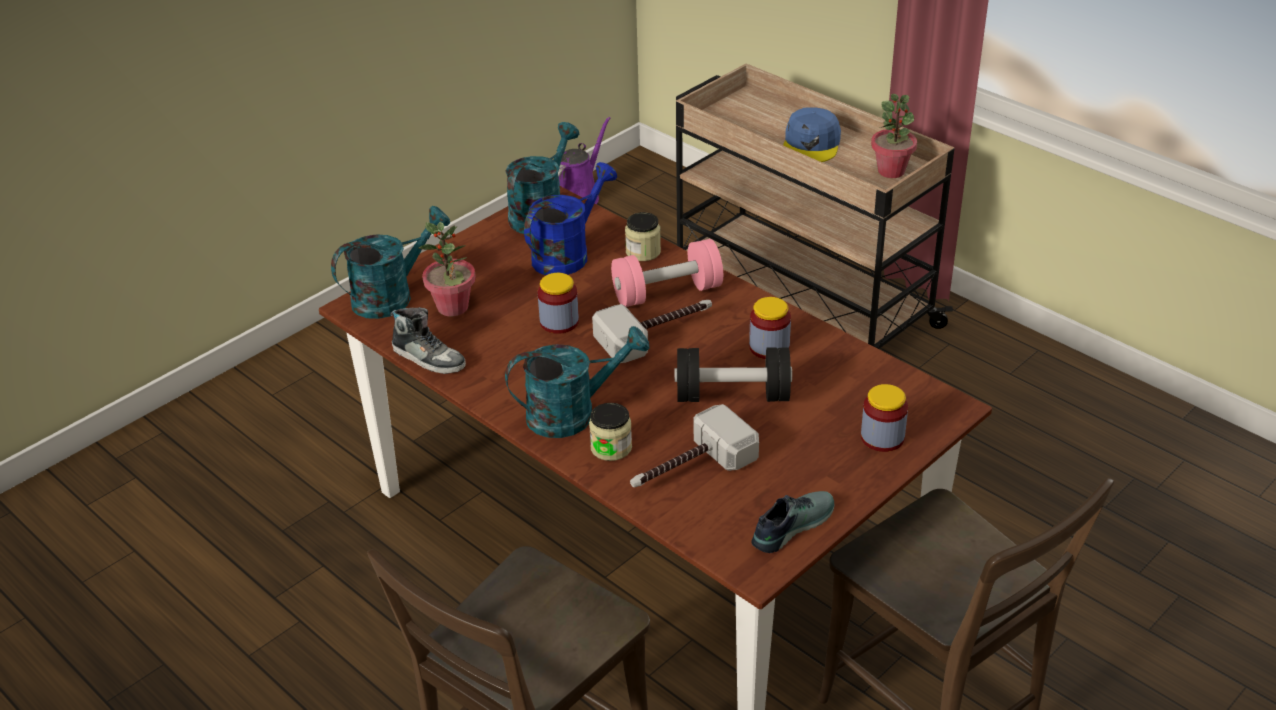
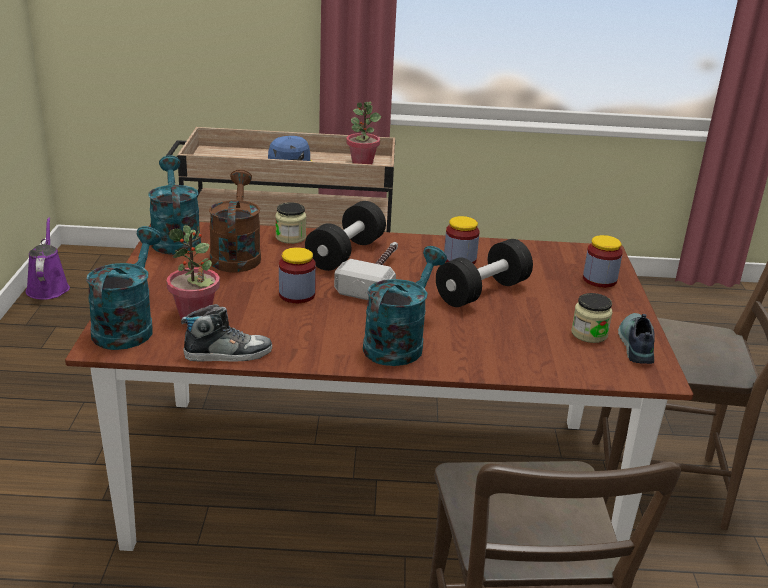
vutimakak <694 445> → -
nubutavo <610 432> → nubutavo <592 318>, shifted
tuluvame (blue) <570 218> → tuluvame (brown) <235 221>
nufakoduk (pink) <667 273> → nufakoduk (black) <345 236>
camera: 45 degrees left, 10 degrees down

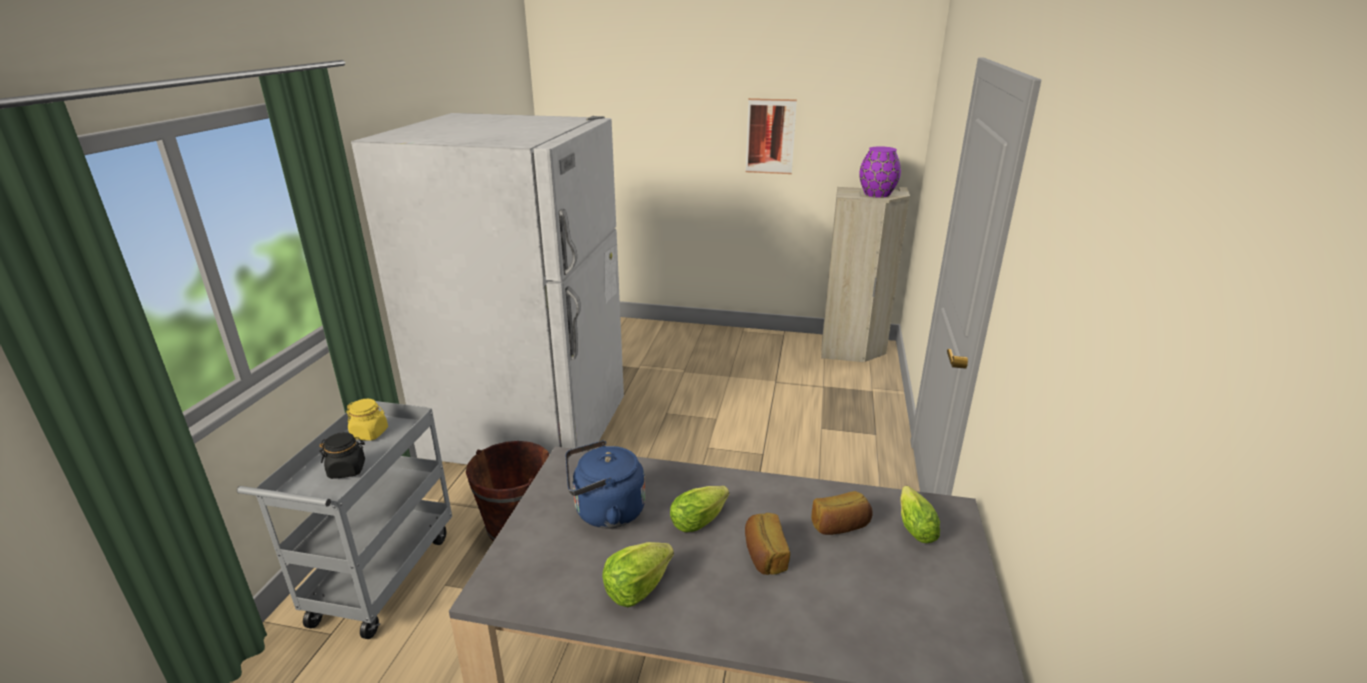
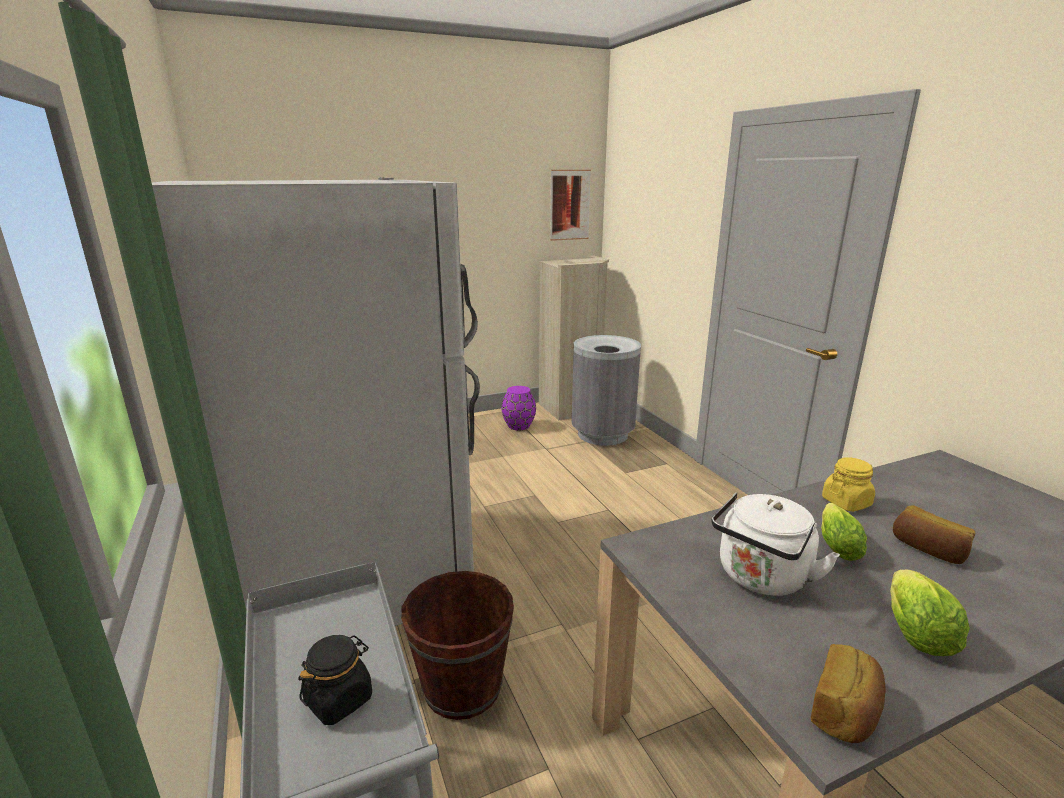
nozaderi <920 514> → -
- → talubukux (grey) <606 390>
nubutavo (yellow) <367 420> → nubutavo (yellow) <848 484>, shifted
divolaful <771 136> → divolaful <570 205>, shifted
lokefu <842 513> → lokefu <848 693>, shifted
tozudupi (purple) <880 172> → tozudupi (purple) <518 408>, shifted
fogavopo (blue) <605 484> → fogavopo (white) <775 544>
camera: 35 degrees left, 5 degrees down

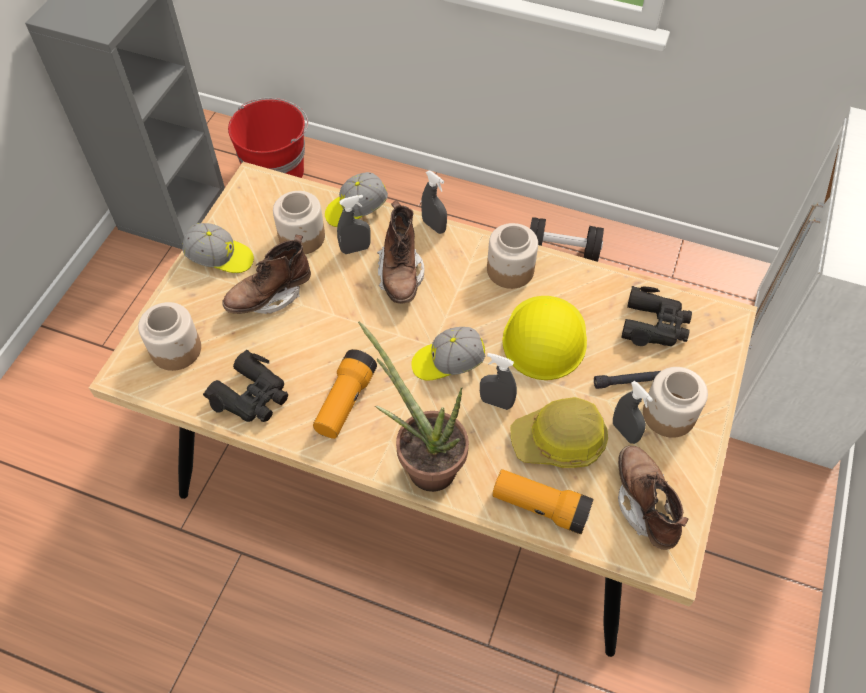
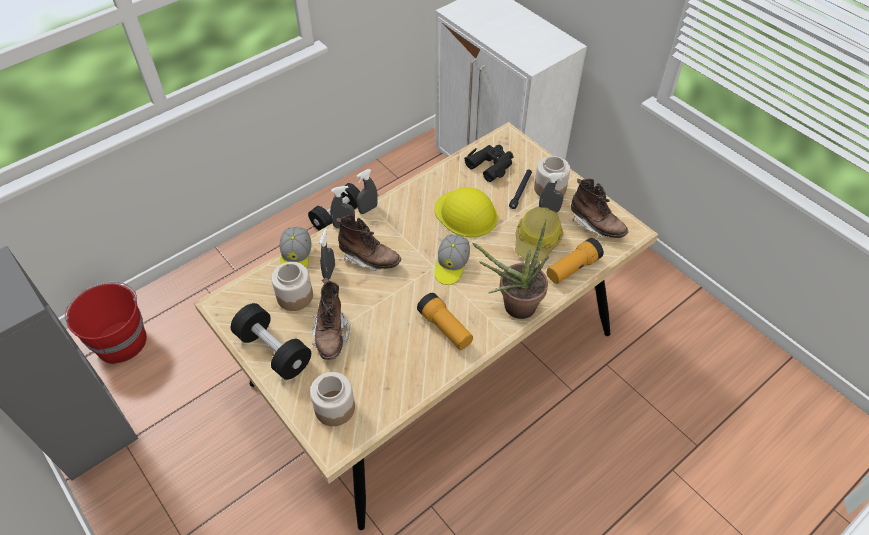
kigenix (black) <245 386> → -
nubutavo <512 256> → -
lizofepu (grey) <498 381> → lizofepu (grey) <367 191>, shifted
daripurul <218 248> → nufakoduk (black) <271 341>
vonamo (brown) <653 498> → vonamo (brown) <599 208>, 150 degrees counterclockwise
camera: 60 degrees left, 5 degrees down

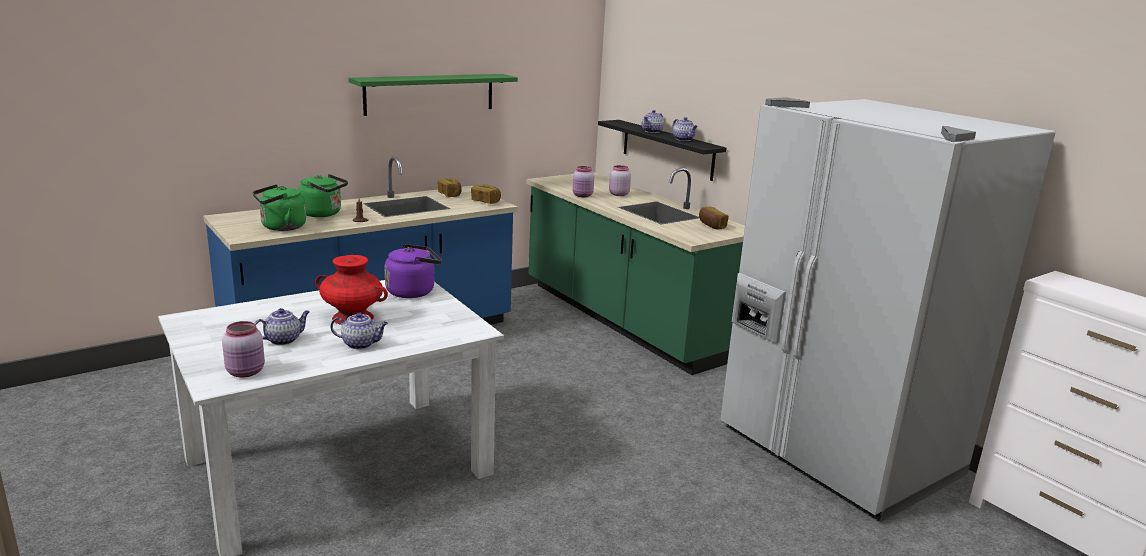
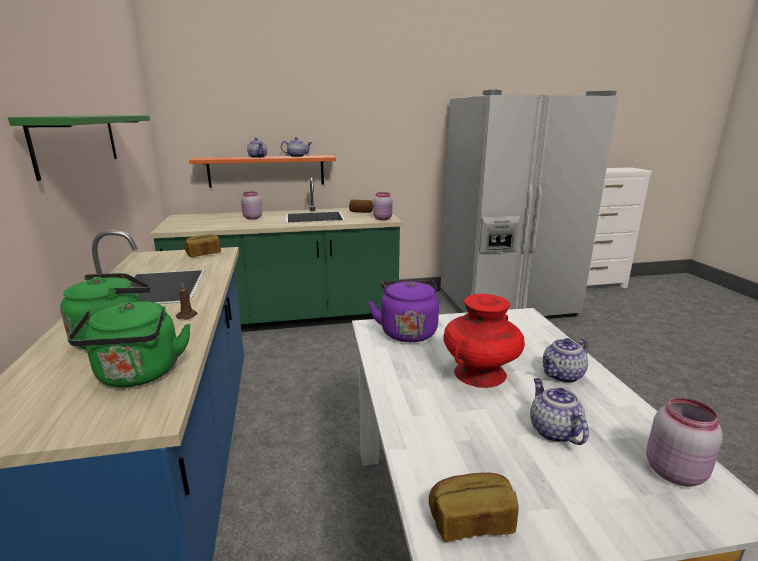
lokefu <449 187> → lokefu <473 507>, shifted
nubutavo (pink) <583 181> → nubutavo (pink) <382 206>, shifted
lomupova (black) <662 150> → lomupova (orange) <262 171>
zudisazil <359 330> → zudisazil <565 360>, 150 degrees counterclockwise
camera: 65 degrees left, 0 degrees up

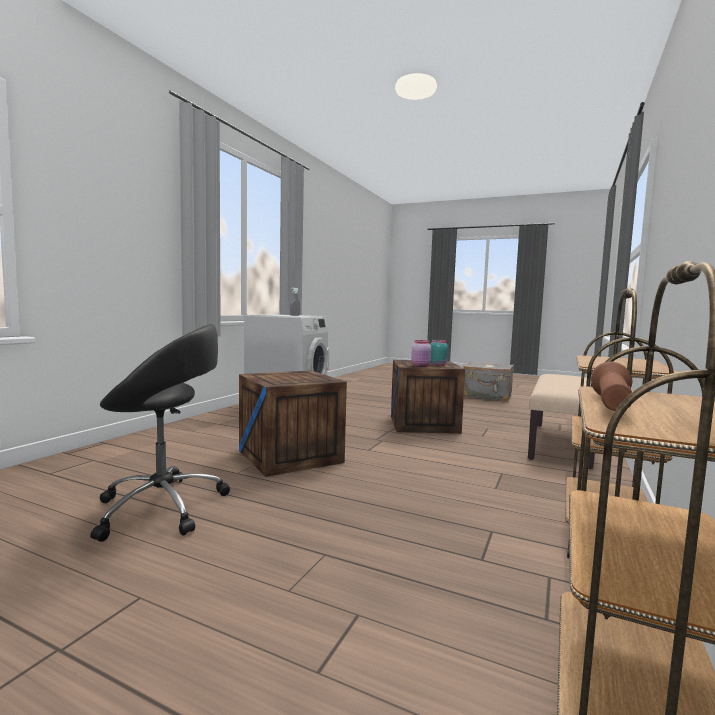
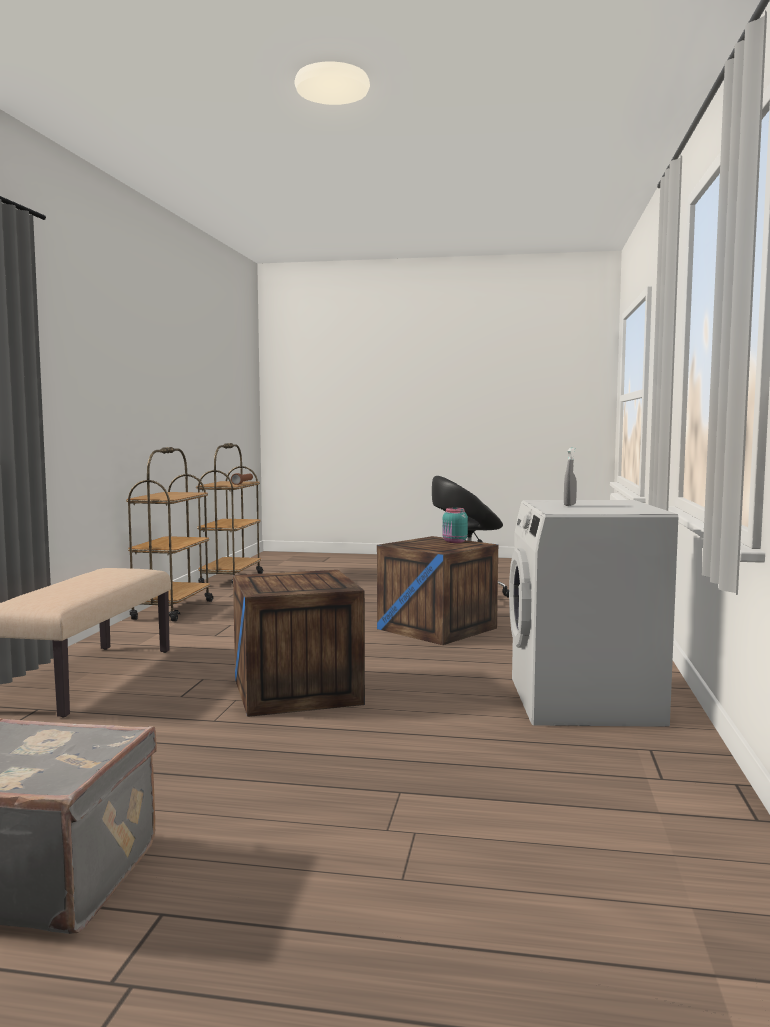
nubutavo (pink) <421 353> → -
nubutavo (turquoise) <439 352> → nubutavo (turquoise) <455 525>, shifted
camera: 165 degrees right, 0 degrees up

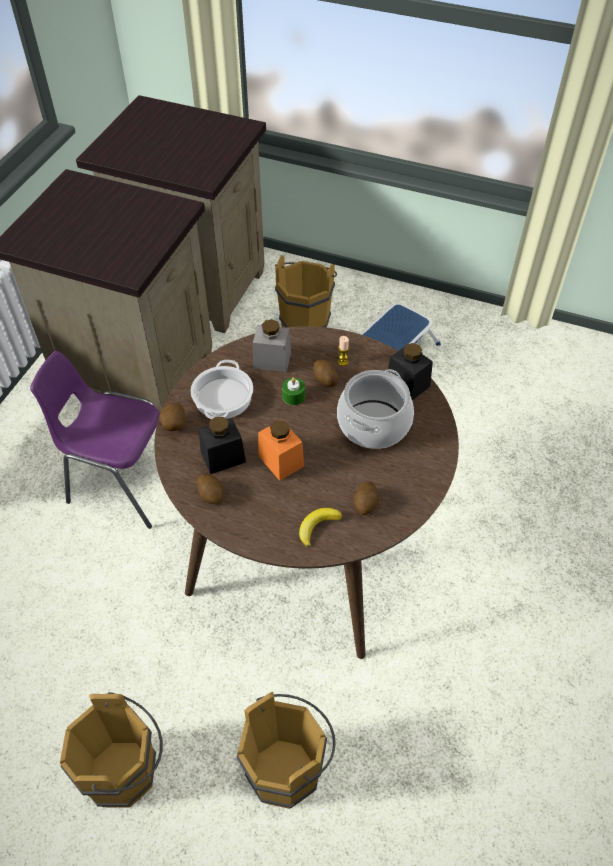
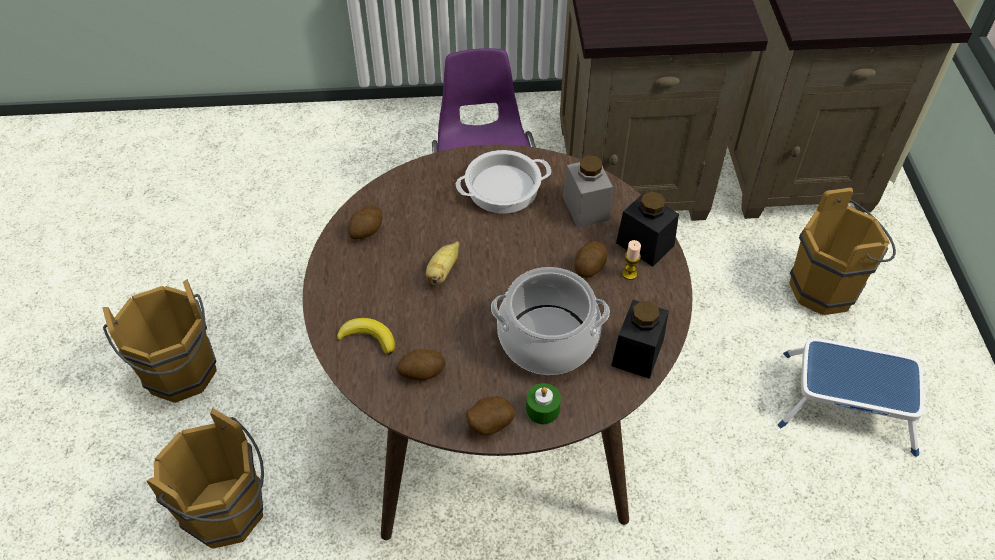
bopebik <172 417> → bopebik <490 415>, shifted
nubutavo (black) <222 445> → nubutavo (black) <647 229>, shifted
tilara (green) <293 391> → tilara (green) <543 403>, shifted
nubutavo (orange) <281 450> → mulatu <443 263>
camera: 65 degrees right, 0 degrees up

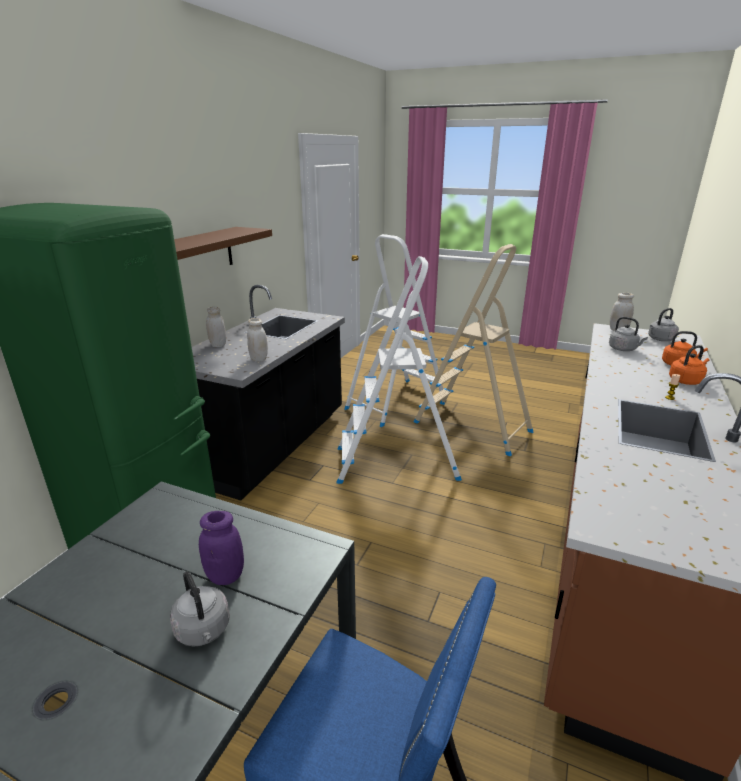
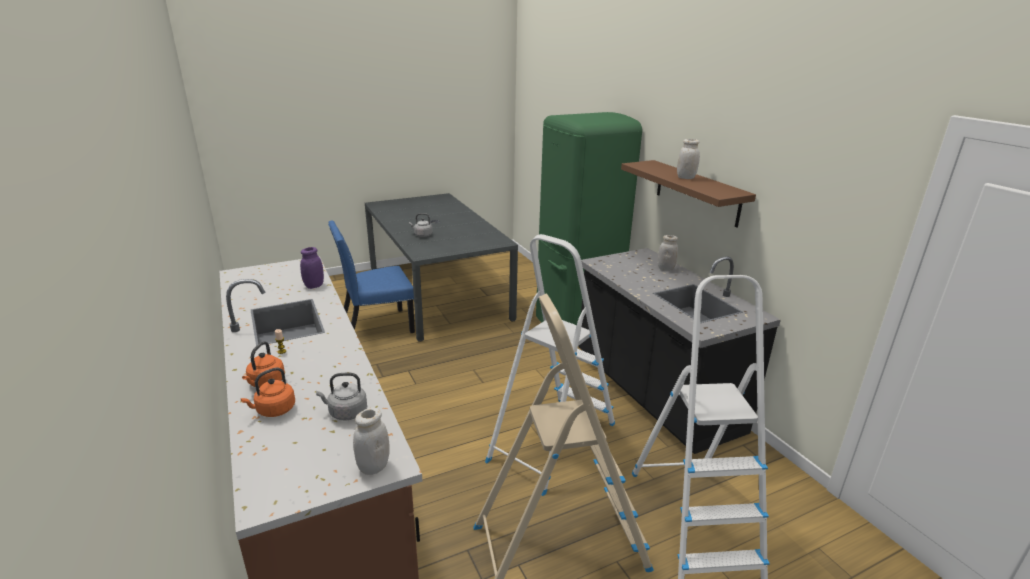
fogavopo (grey) <663 324> → -
nubutavo (purple) <221 548> → nubutavo (purple) <312 268>, shifted
nubutavo (white) <257 340> → nubutavo (white) <688 159>, shifted
camera: 130 degrees right, 0 degrees up

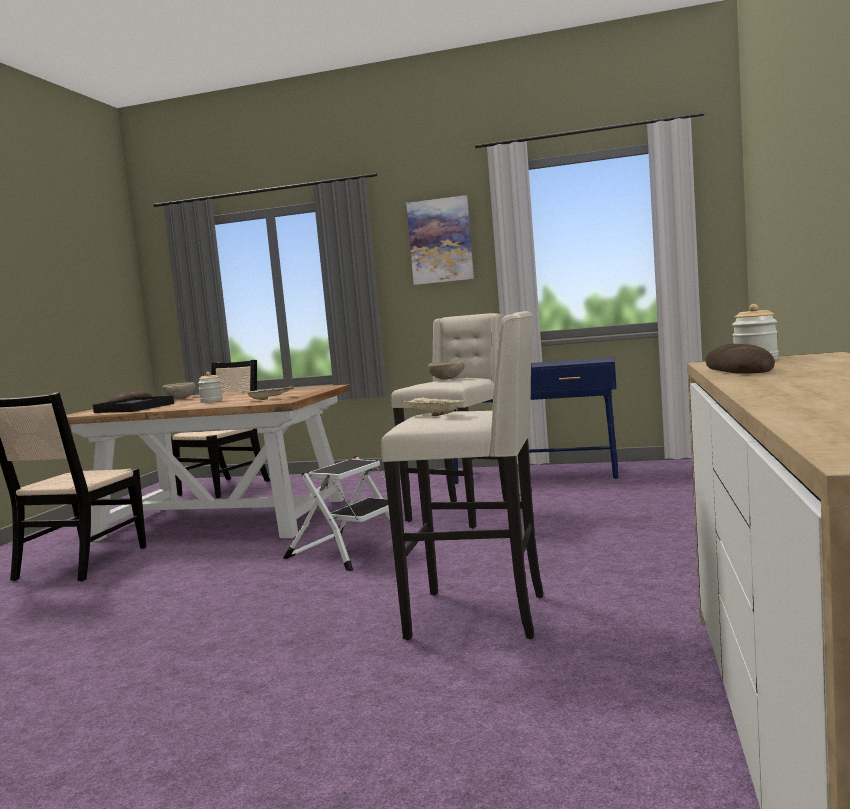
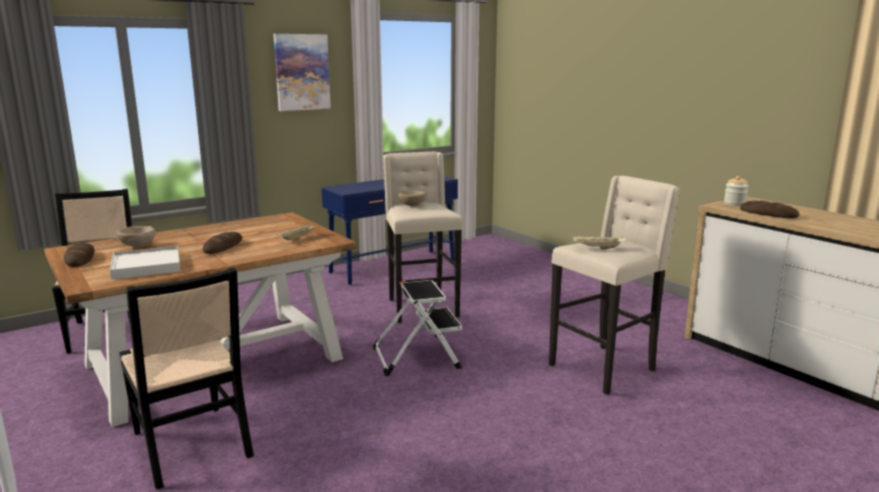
nubutavo <210 387> → lokefu <222 243>
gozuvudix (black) <133 404> → gozuvudix (white) <145 263>
camera: 50 degrees left, 10 degrees up

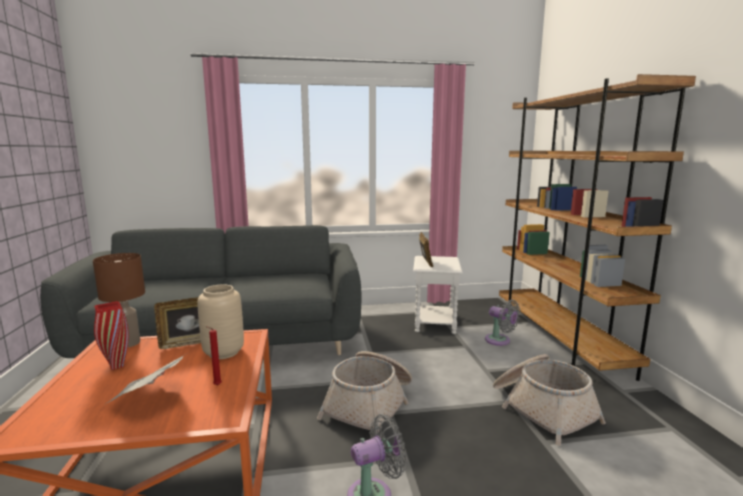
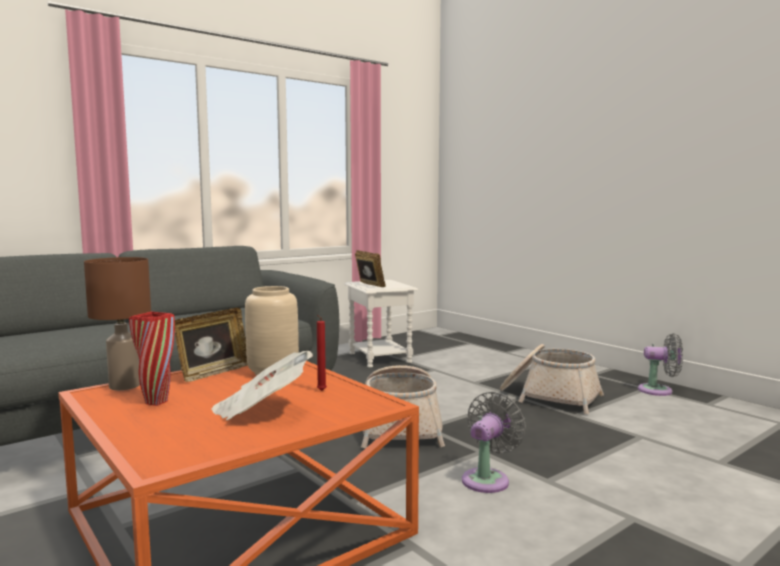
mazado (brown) <597 227> → -
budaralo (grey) <502 322> → budaralo (grey) <660 364>, shifted
camera: 30 degrees left, 5 degrees down

